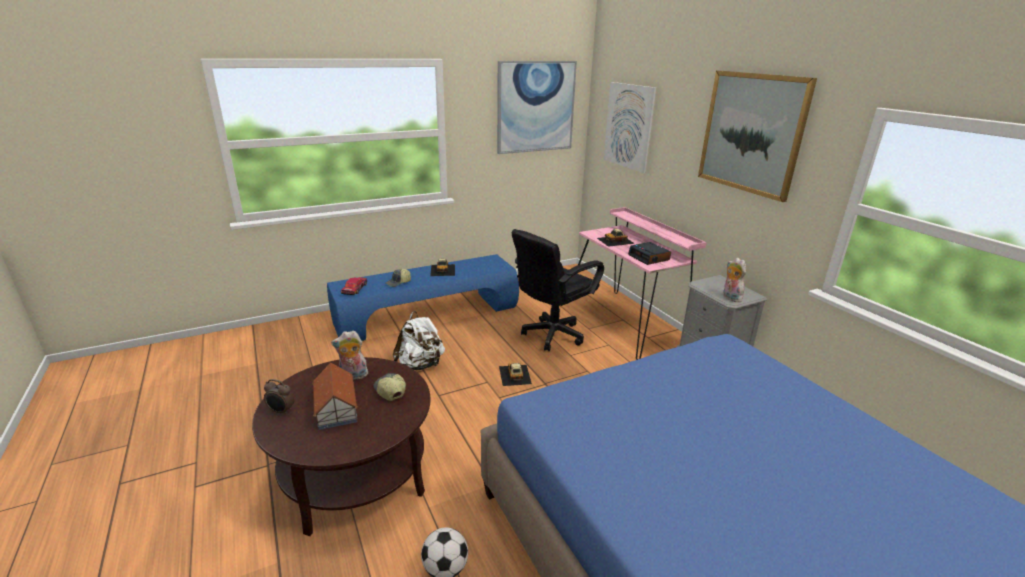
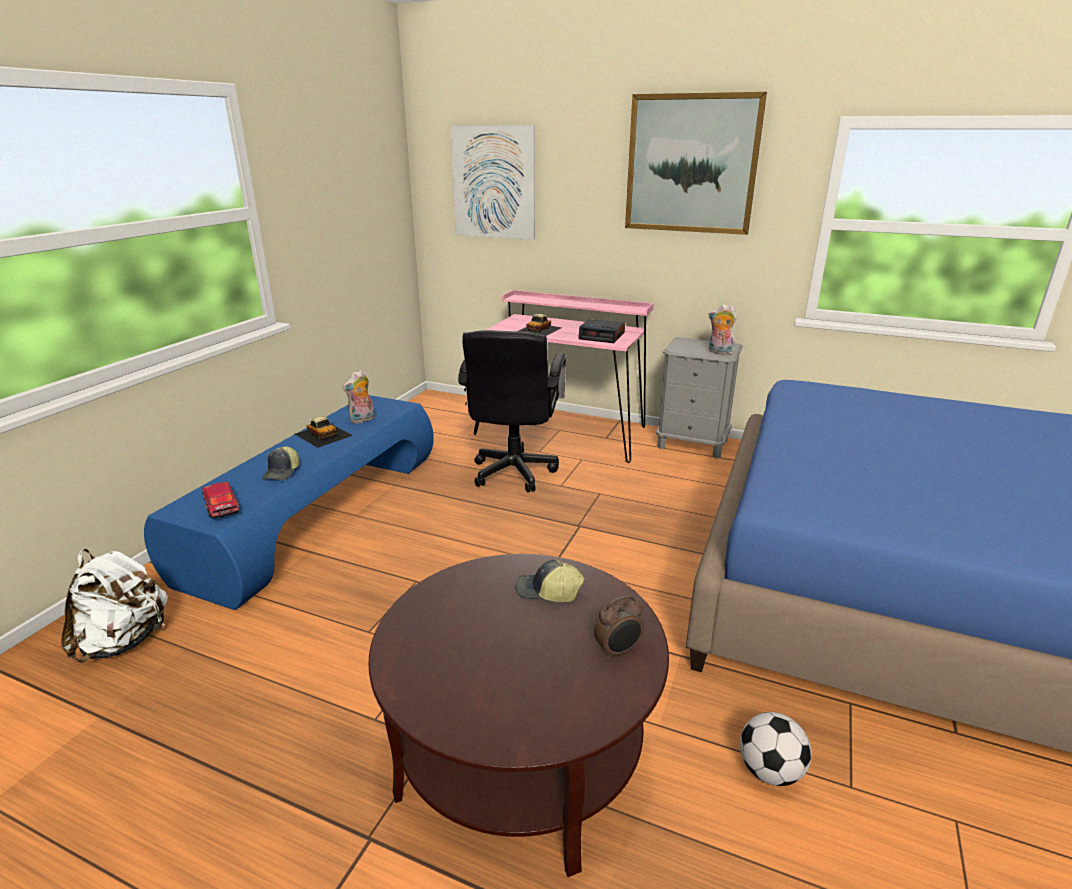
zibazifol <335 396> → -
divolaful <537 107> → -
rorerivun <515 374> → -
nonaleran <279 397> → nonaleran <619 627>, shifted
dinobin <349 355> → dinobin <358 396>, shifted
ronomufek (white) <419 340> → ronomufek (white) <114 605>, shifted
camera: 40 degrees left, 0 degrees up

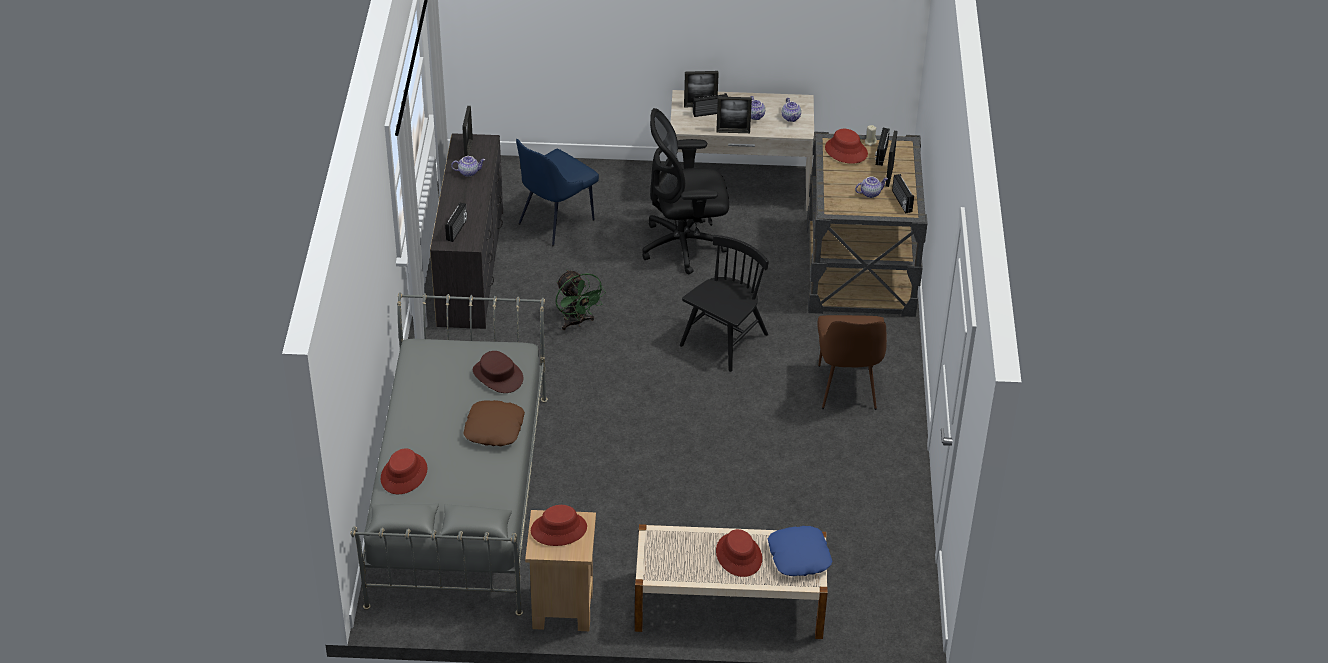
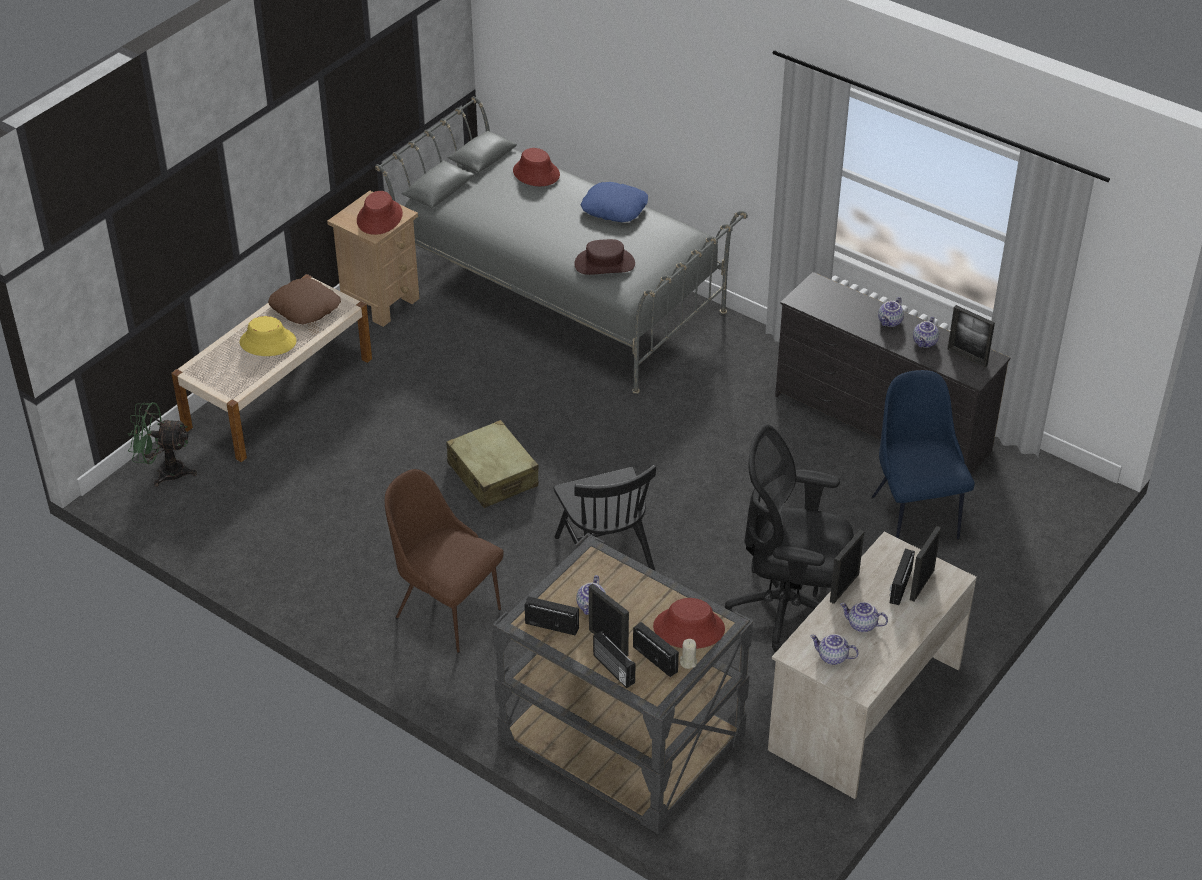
- → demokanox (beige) <492 464>
- → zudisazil <891 312>
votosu <456 222> → votosu <614 659>, shifted
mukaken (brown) <494 423> → mukaken (brown) <304 301>, shifted
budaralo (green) <581 300> → budaralo (green) <162 444>, shifted
mukaken (blue) <800 551> → mukaken (blue) <614 202>, shifted
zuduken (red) <739 553> → zuduken (yellow) <268 336>
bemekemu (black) <685 191> → bemekemu (black) <789 538>, 105 degrees counterclockwise
camera: 125 degrees right, 0 degrees up

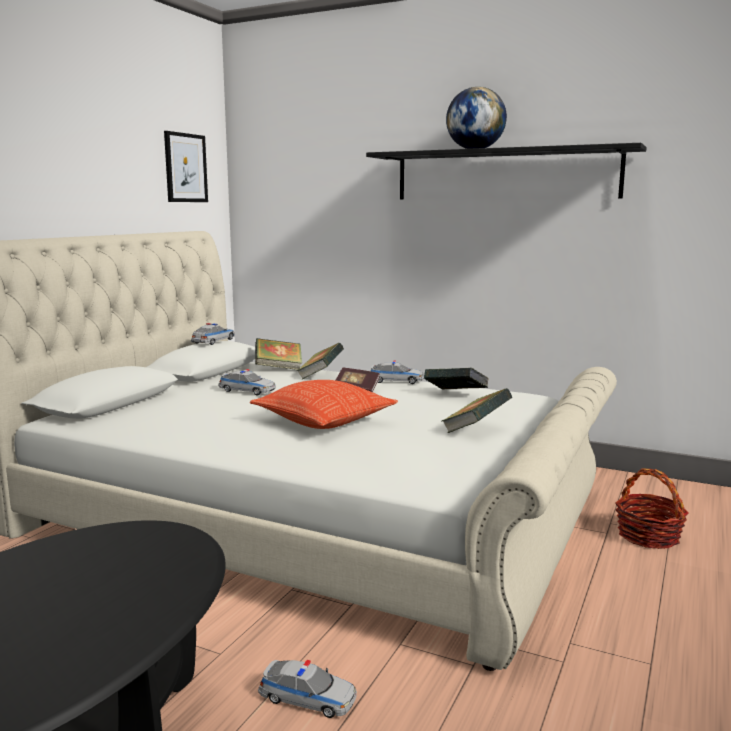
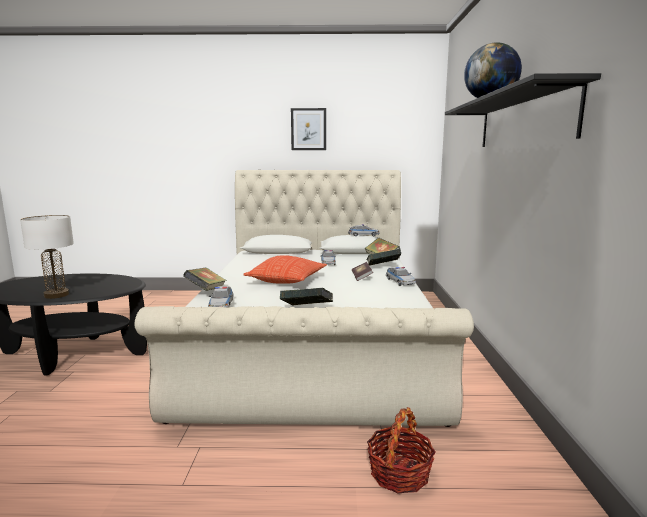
- → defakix <47 257>
divolaful <186 166> → divolaful <308 129>, shifted
rorerivun <307 689> → rorerivun <221 297>, shifted
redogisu <456 379> → redogisu <204 279>, shifted
camera: 65 degrees right, 0 degrees up

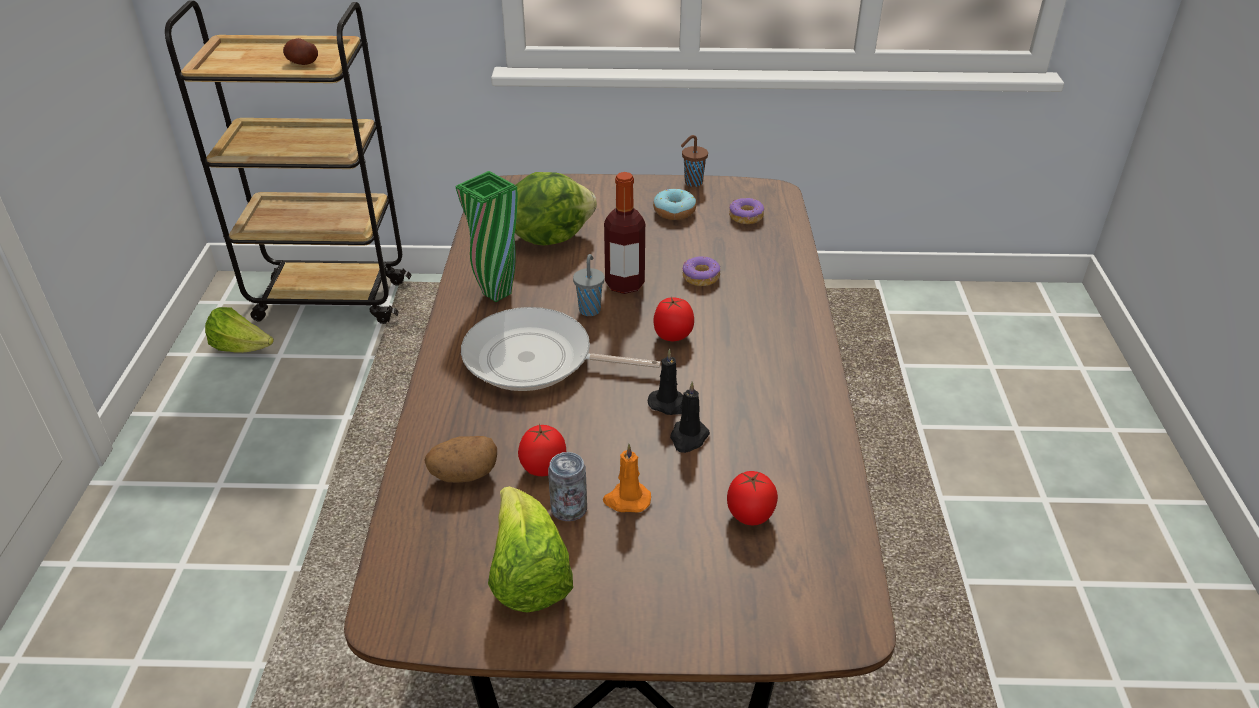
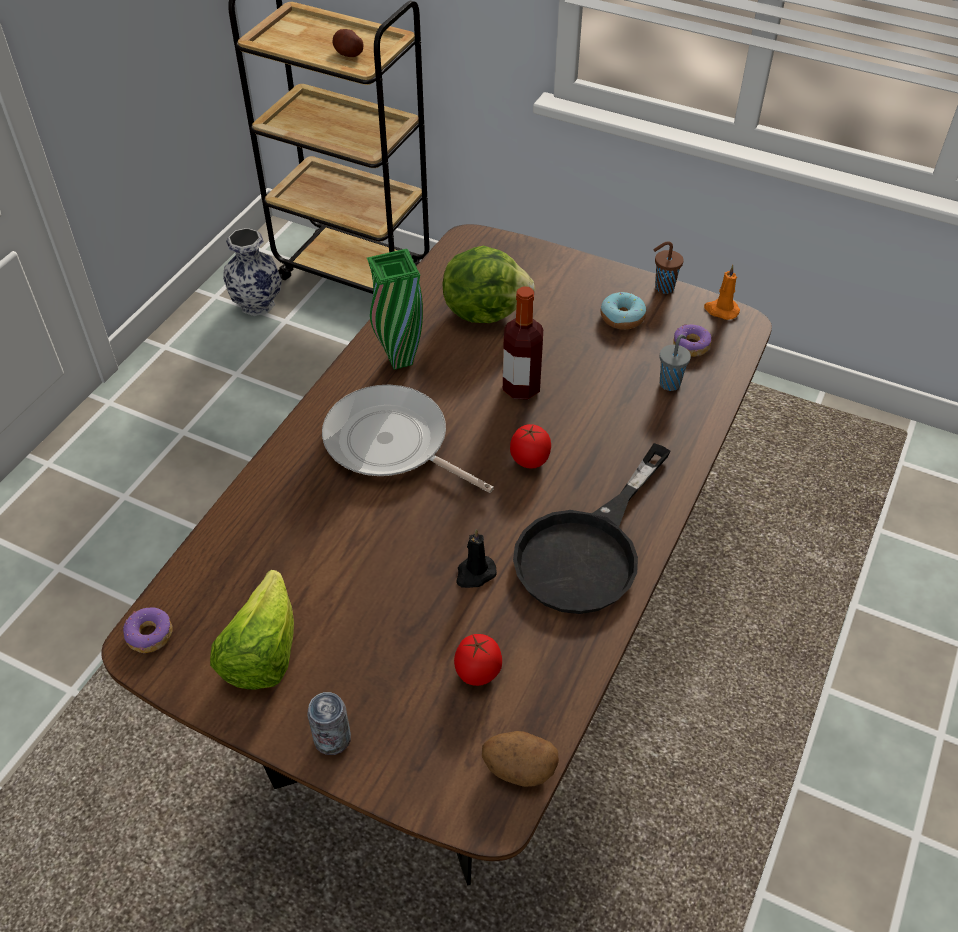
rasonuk <542 450> → -
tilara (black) <665 382> → -
- → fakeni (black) <592 528>
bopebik <460 459> → bopebik <520 759>, shifted
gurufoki <567 486> → gurufoki <329 723>, shifted
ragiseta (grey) <589 285> → ragiseta (grey) <675 362>, shifted
tilara (orange) <627 478> → tilara (orange) <722 292>, shifted
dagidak <701 271> → dagidak <148 630>, shifted
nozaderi <239 330> → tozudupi <252 272>
camera: 25 degrees right, 10 degrees up

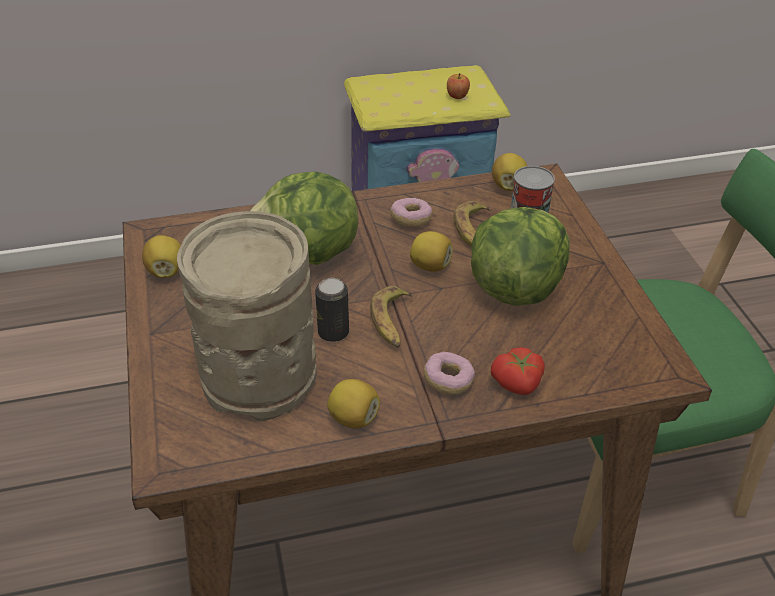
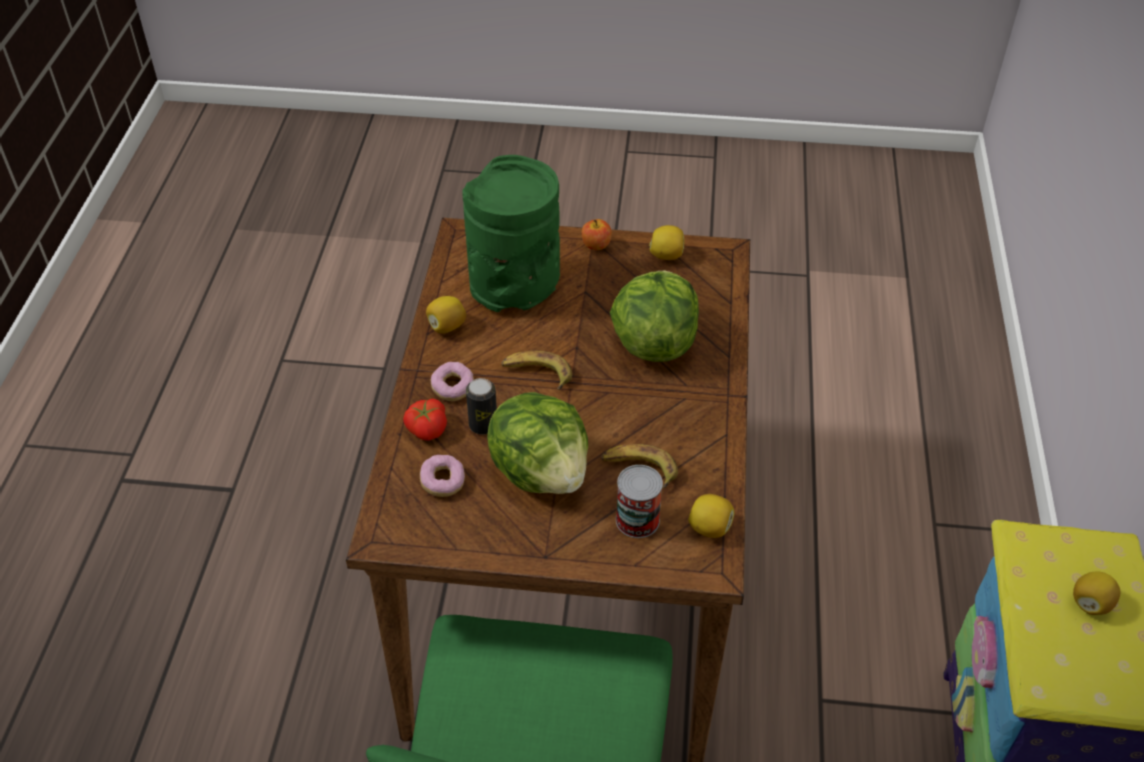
gurufoki <332 310> → gurufoki <481 406>, shifted
dagidak <411 212> → dagidak <442 476>, shifted
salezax <431 251> → salezax <1096 593>, shifted
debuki <458 86> → debuki <597 234>, shifted
tozudupi (beige) <247 316> → tozudupi (green) <511 233>
camera: 110 degrees right, 5 degrees up

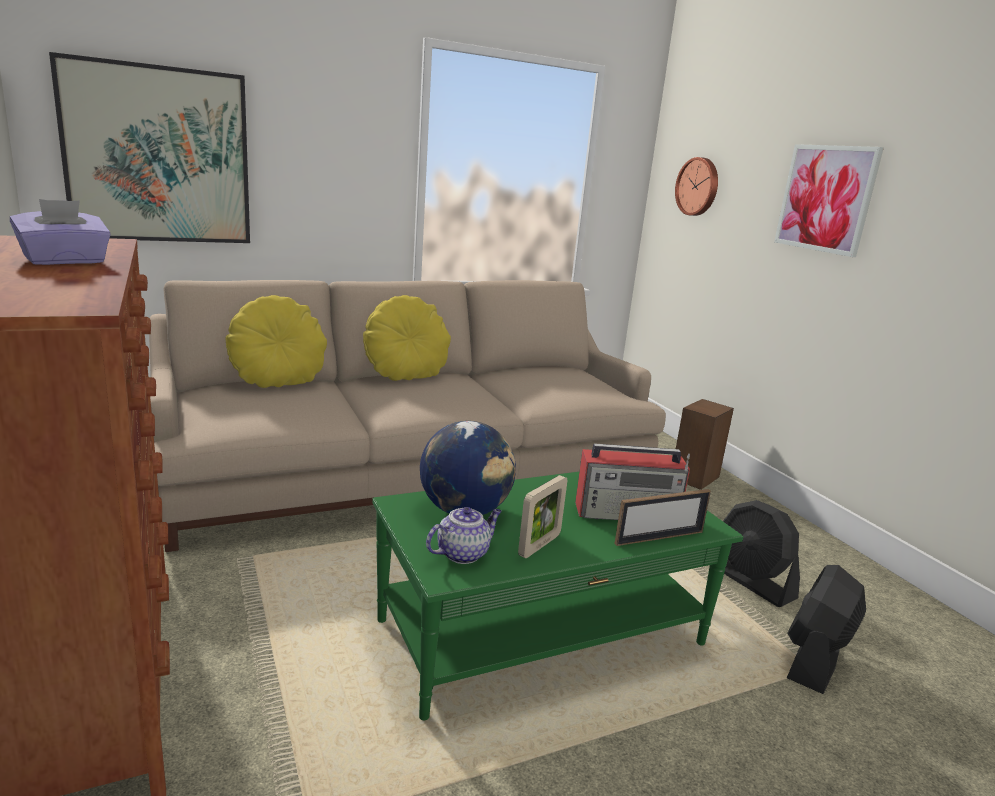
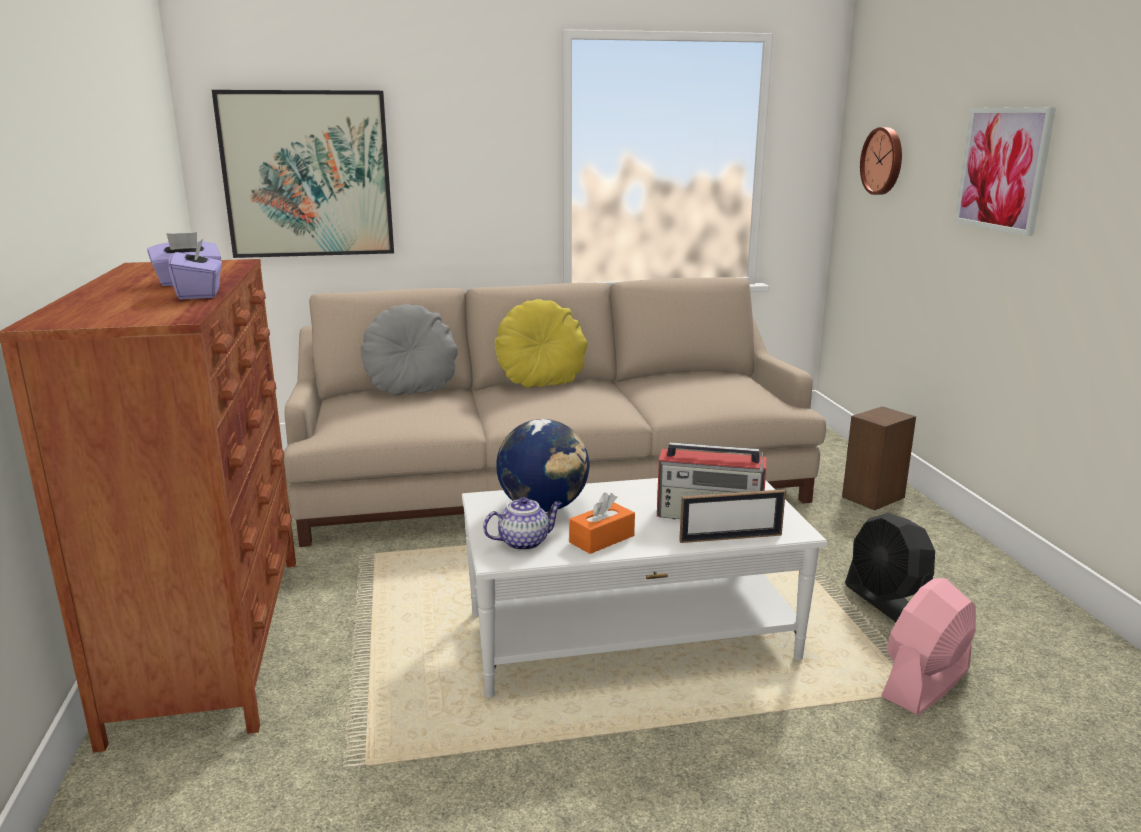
- → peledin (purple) <195 269>
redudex <542 516> → peledin (orange) <602 523>
mukaken (yellow) <276 341> → mukaken (grey) <409 349>
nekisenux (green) <557 596> → nekisenux (white) <645 588>
budaralo (black) <826 629> → budaralo (pink) <928 646>
camera: 15 degrees right, 0 degrees up

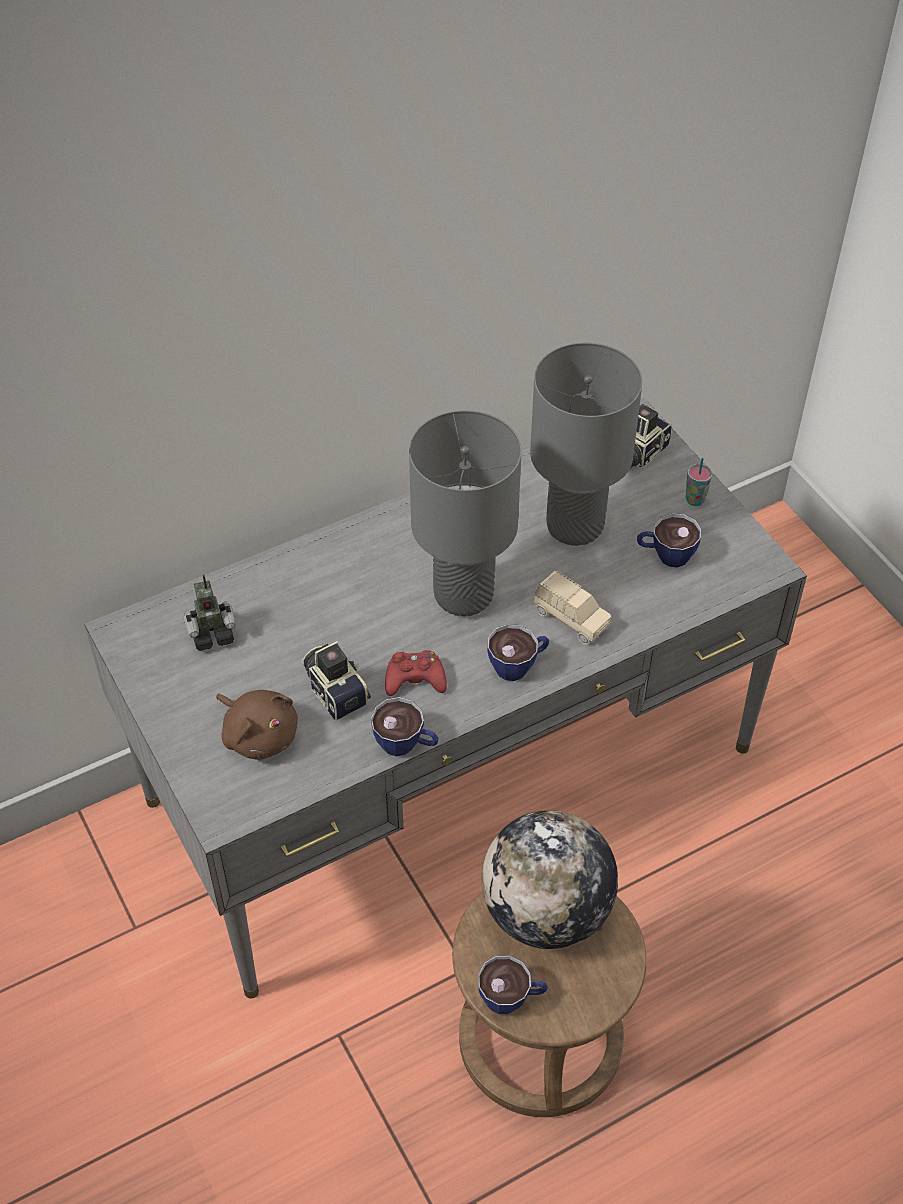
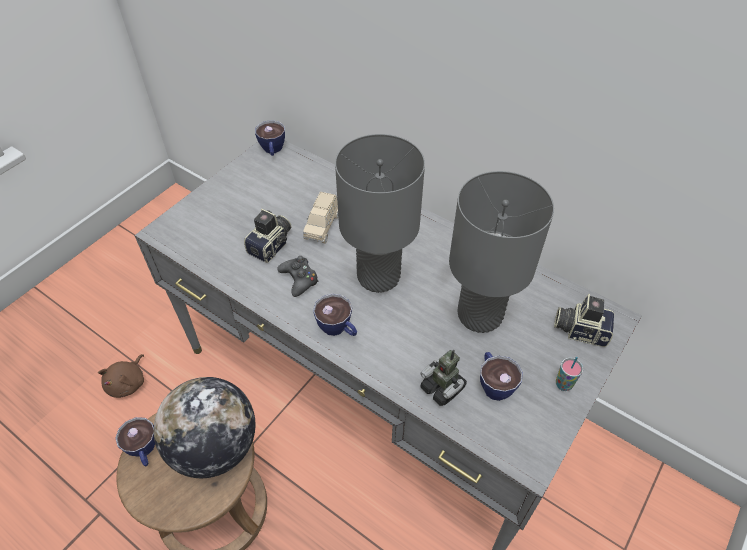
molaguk <210 612> → molaguk <443 378>, shifted
dinobin (brown) <257 725> → dinobin (brown) <121 376>, shifted
ragiseta <405 726> → ragiseta <270 138>, shifted
rorerivun (beige) <573 608> → rorerivun (beige) <320 218>, shifted
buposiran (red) <416 673> → buposiran (black) <297 276>
camera: 65 degrees right, 0 degrees up

